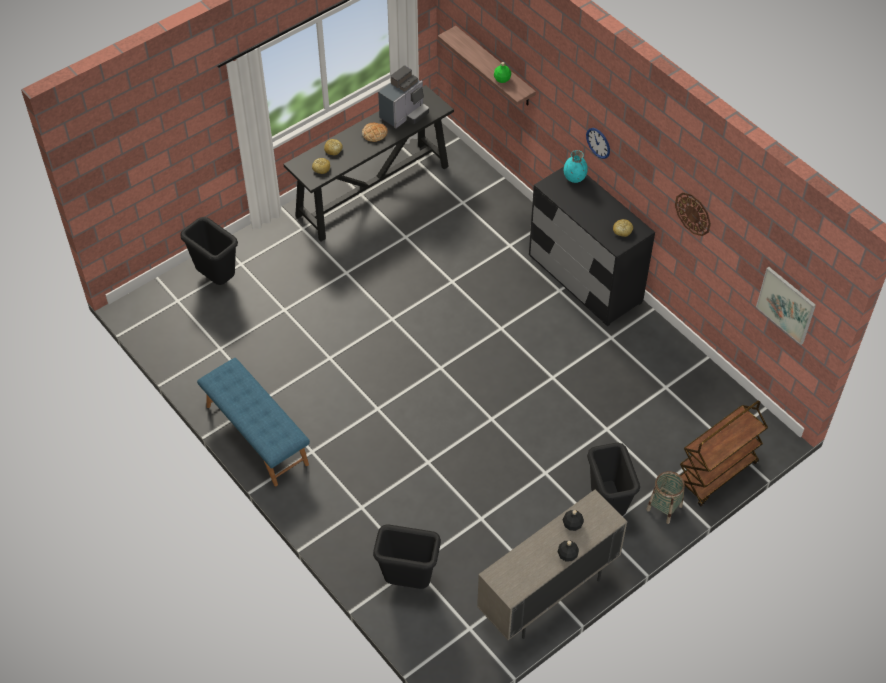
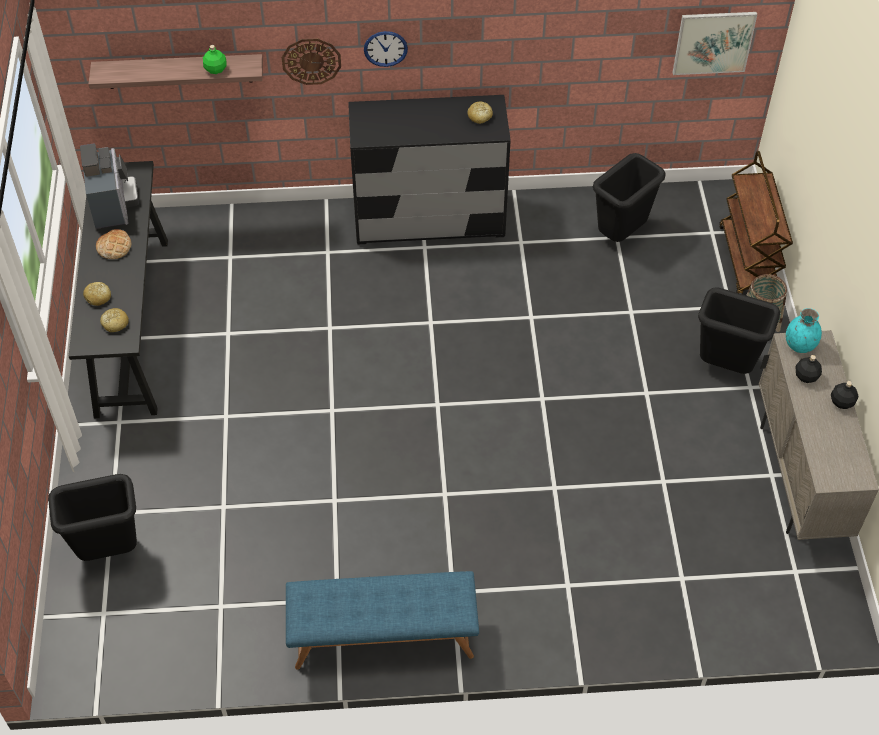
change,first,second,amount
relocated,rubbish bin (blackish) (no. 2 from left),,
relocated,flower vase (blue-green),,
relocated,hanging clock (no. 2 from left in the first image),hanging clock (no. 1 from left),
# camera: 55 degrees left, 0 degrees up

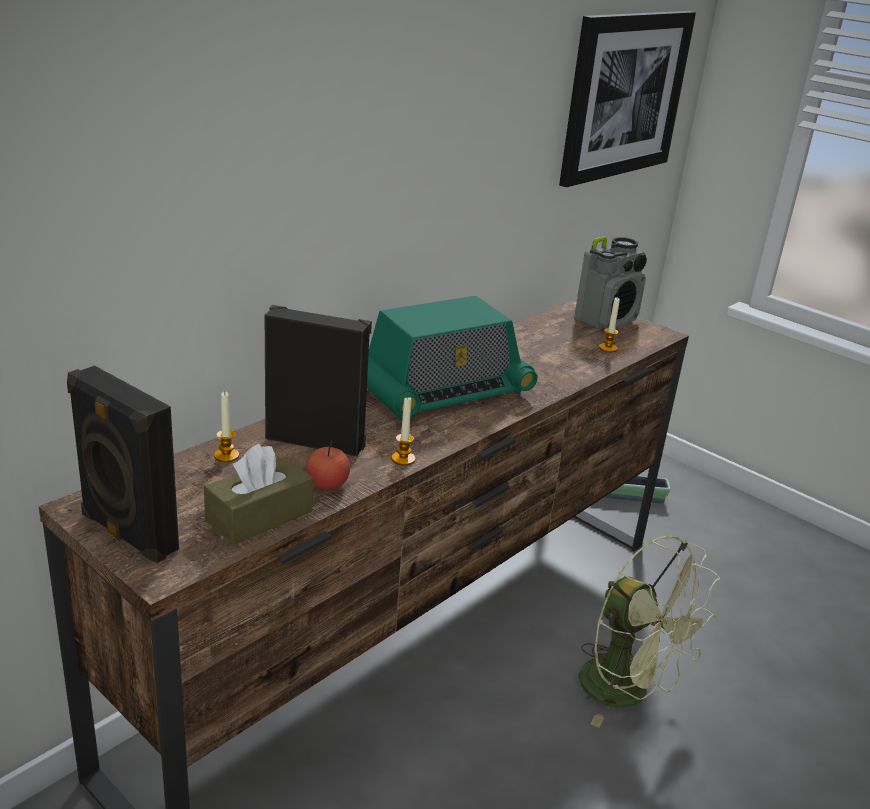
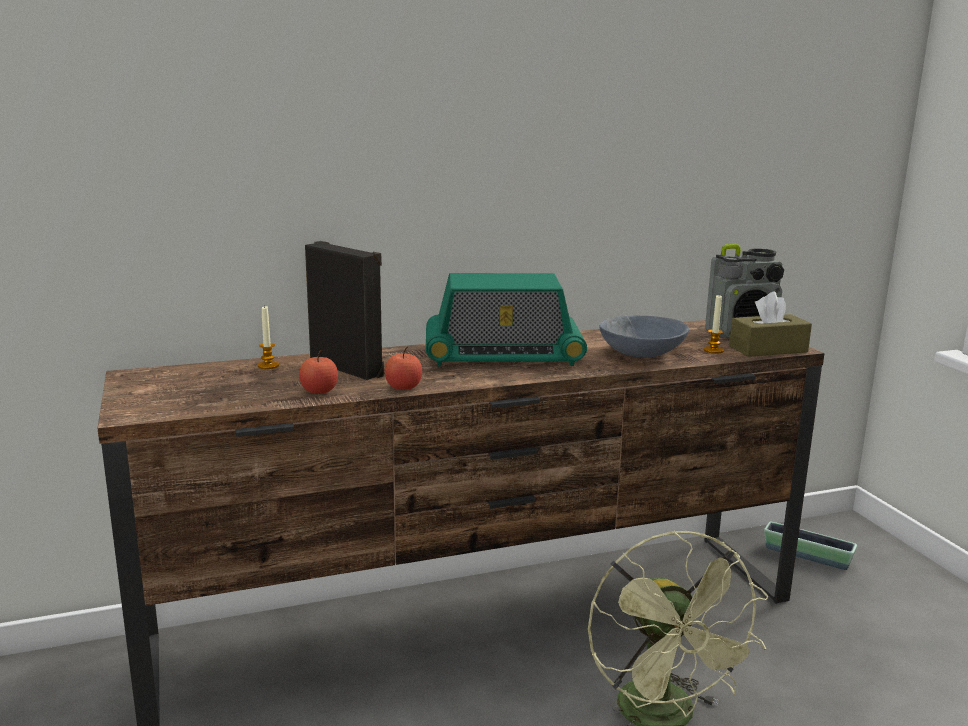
change,first,second,amount
missing,audio speaker (blackish) (no. 1 from left),,
relocated,box of tissues (brown),,
exchanged,candle (no. 2 from left),whole apple (no. 2 from left),
missing,picture,,
appeared,,bowl (gray),
# camera: 30 degrees right, 10 degrees down

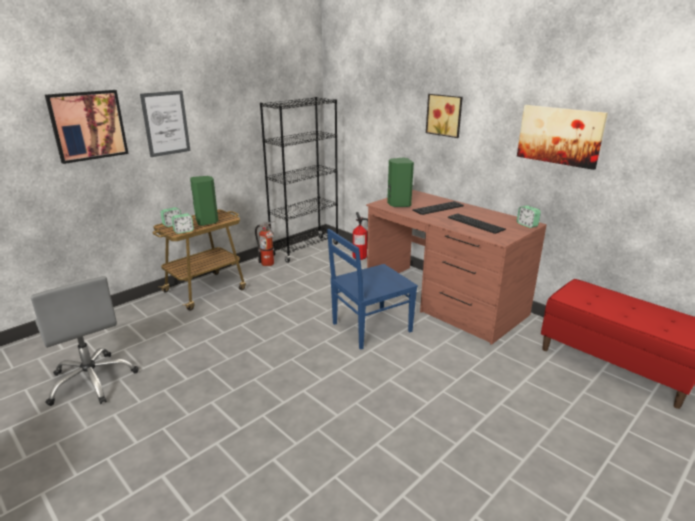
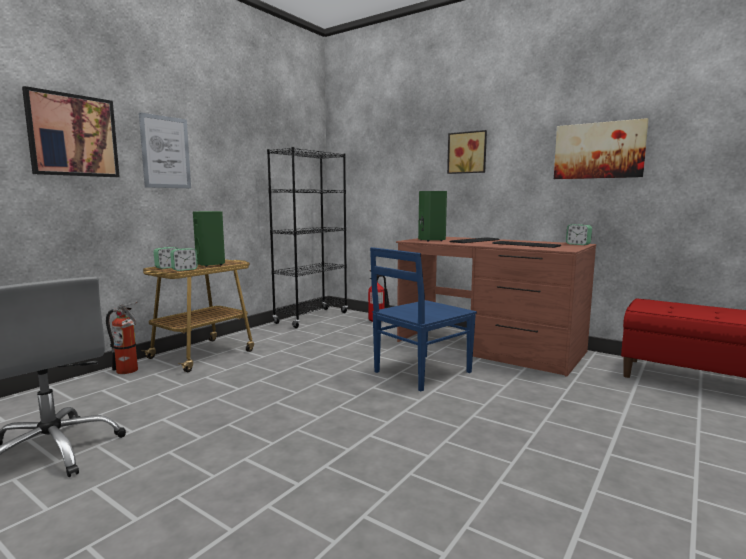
change,first,second,amount
relocated,extinguisher (no. 1 from left),,
# camera: 10 degrees left, 15 degrees down

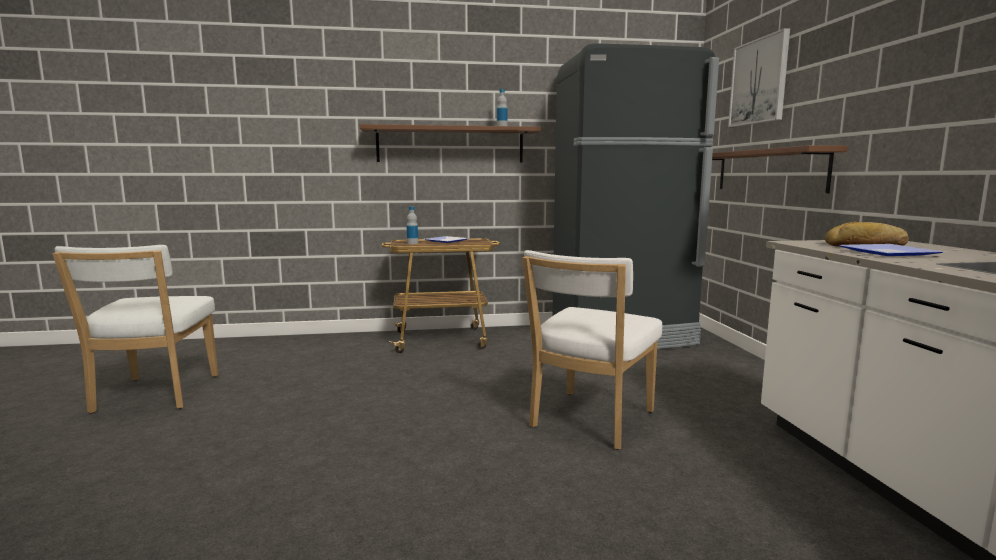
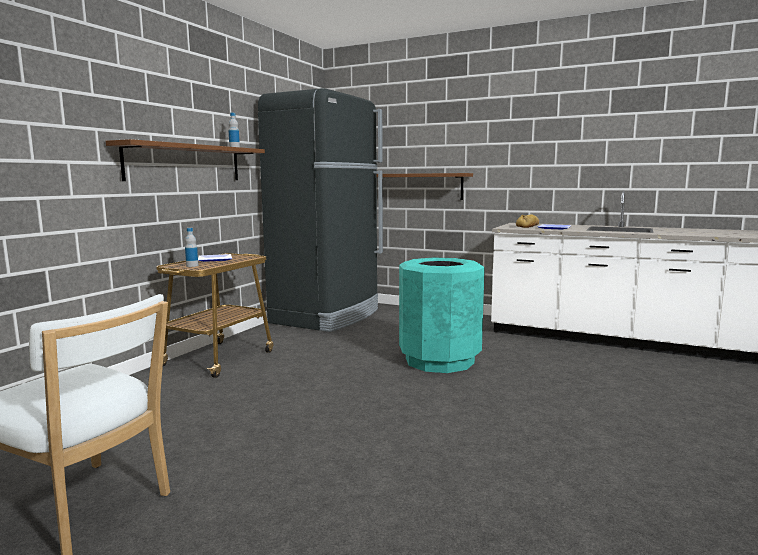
change,first,second,amount
exchanged,upright chair (whitish) (no. 2 from left),rubbish bin (blue-green),
missing,picture,,
# camera: 55 degrees left, 0 degrees up

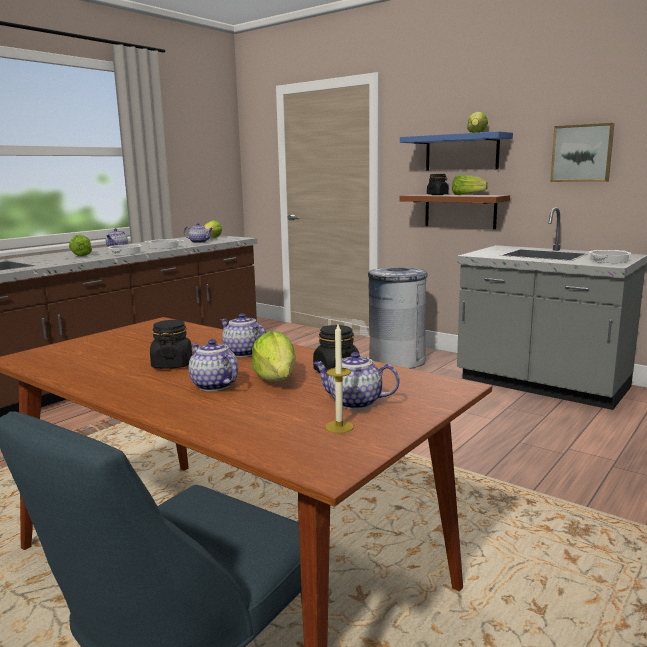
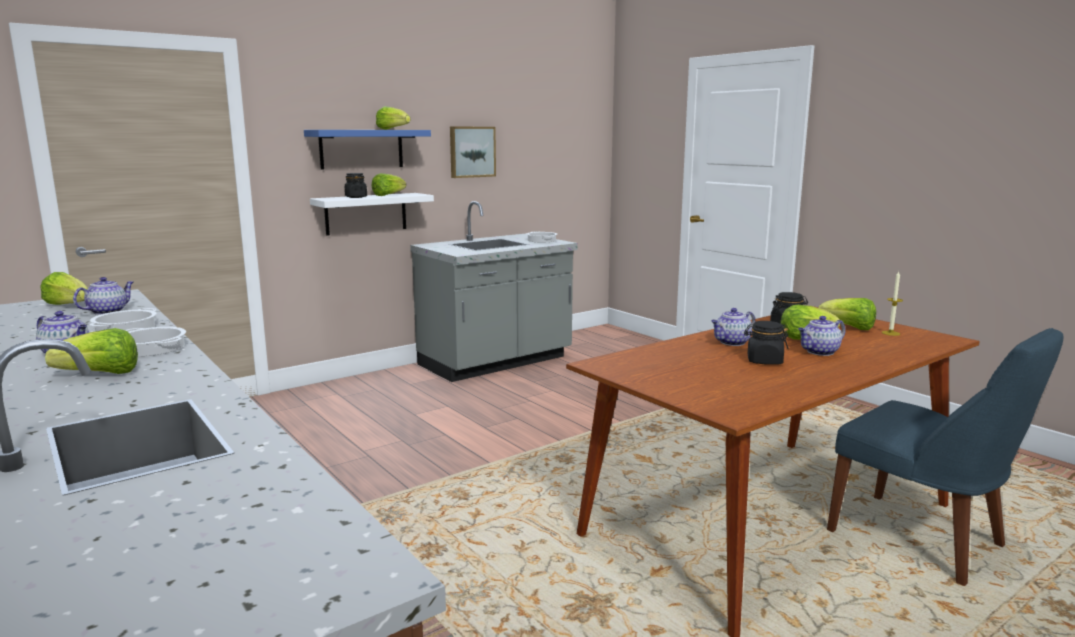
change,first,second,amount
exchanged,pot for tea (no. 5 from left),head of lettuce (no. 6 from left),
missing,rubbish bin (gray),,
colour,wall shelf (brown),wall shelf (whitish),
# camera: 75 degrees left, 0 degrees up

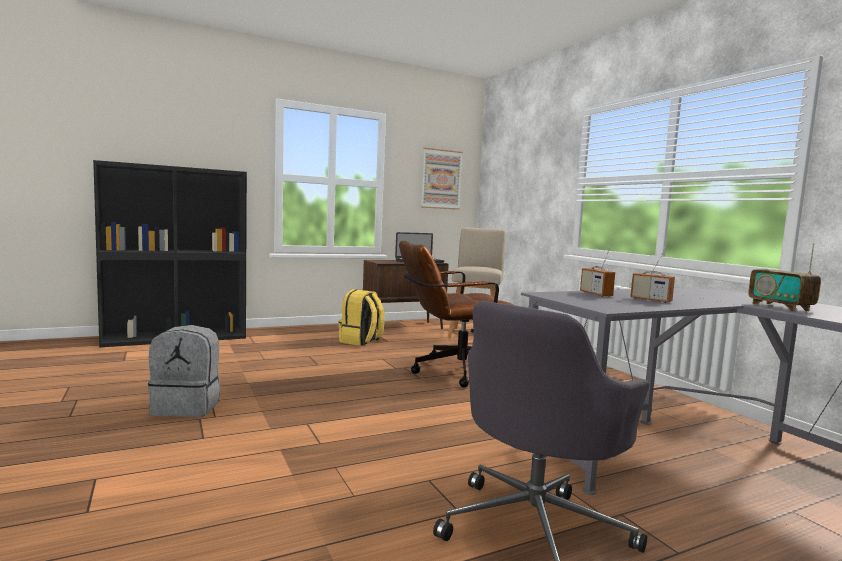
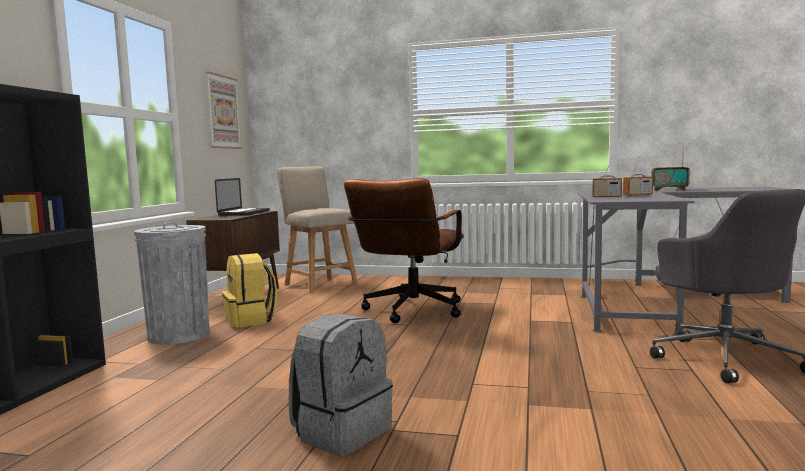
change,first,second,amount
appeared,,rubbish bin (gray),
# camera: 50 degrees left, 0 degrees up

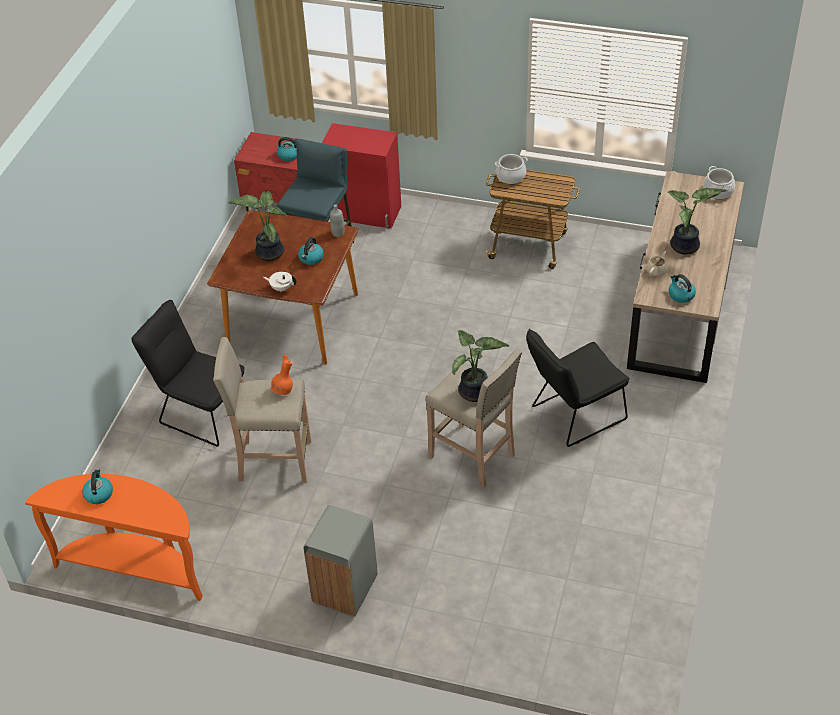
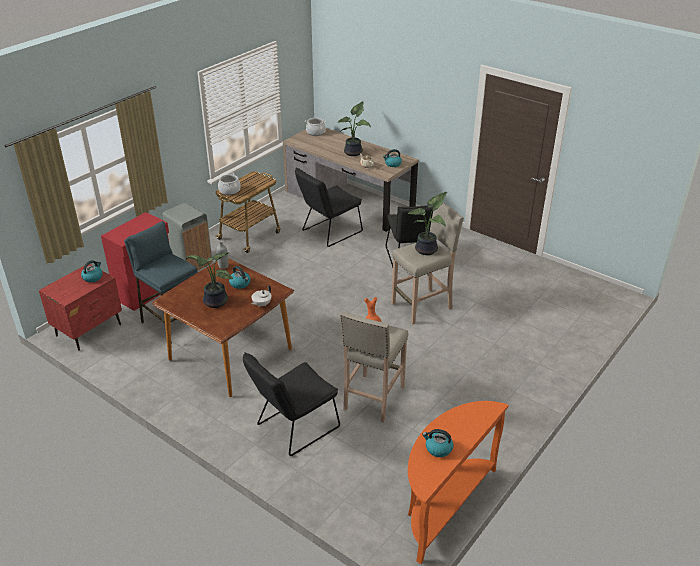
change,first,second,amount
relocated,rubbish bin (gray),,
appeared,,upright chair (blackish) (no. 2 from left),
# camera: 70 degrees left, 10 degrees down

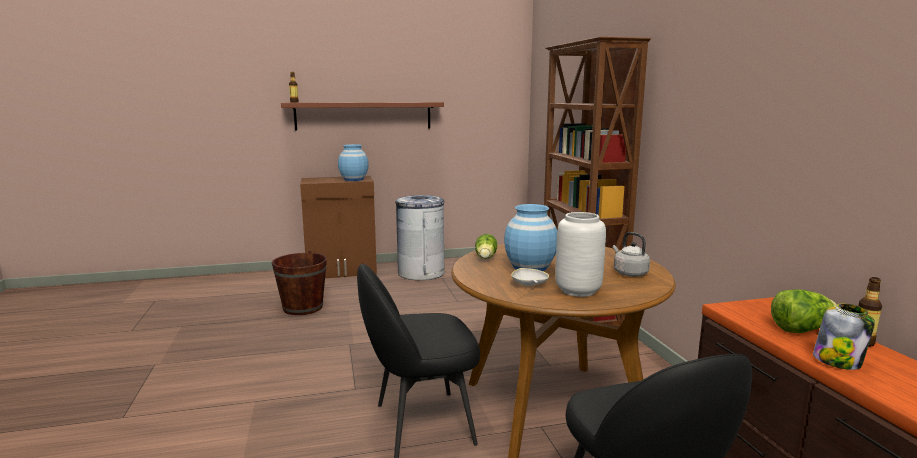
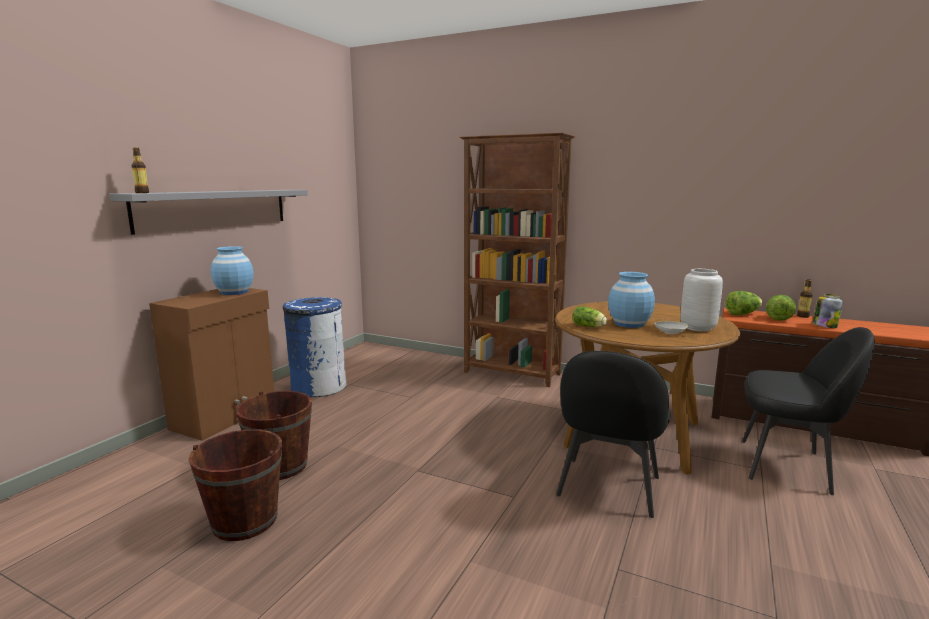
change,first,second,amount
colour,wall shelf (brown),wall shelf (gray),
colour,rubbish bin (gray),rubbish bin (bluish),
missing,kettle (gray),,
appeared,,pail (brown) (no. 1 from left),
appeared,,head of lettuce (no. 2 from left),
# camera: 50 degrees left, 0 degrees up

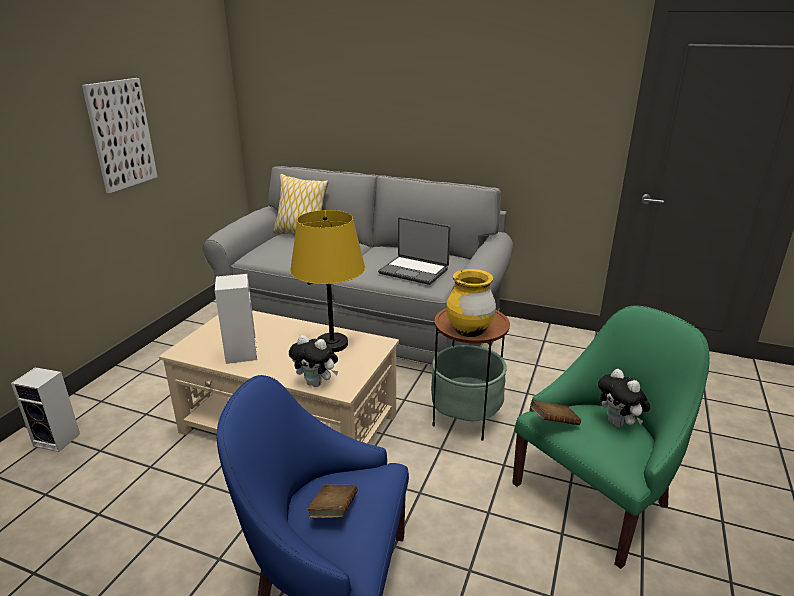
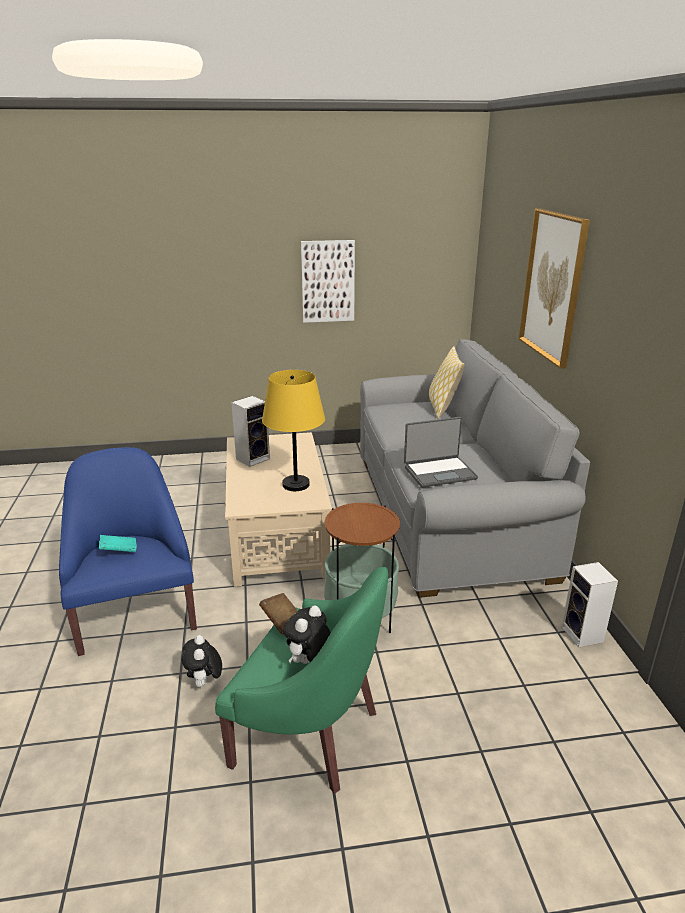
change,first,second,amount
relocated,audio speaker (no. 1 from left in the first image),audio speaker (no. 2 from left),
relocated,cuddly toy (no. 1 from left),,
colour,book (brown) (no. 1 from left),book (blue-green),
spun,portable computer,,105 degrees counterclockwise
missing,flower vase (yellowish),,
appeared,,picture (no. 2 from left),
# camera: 60 degrees right, 0 degrees up

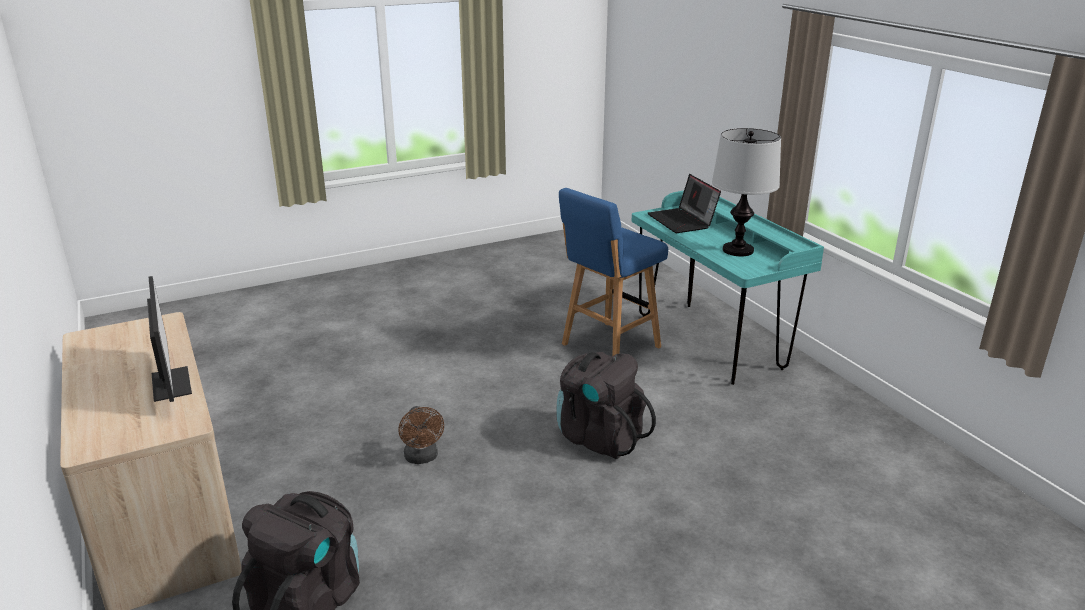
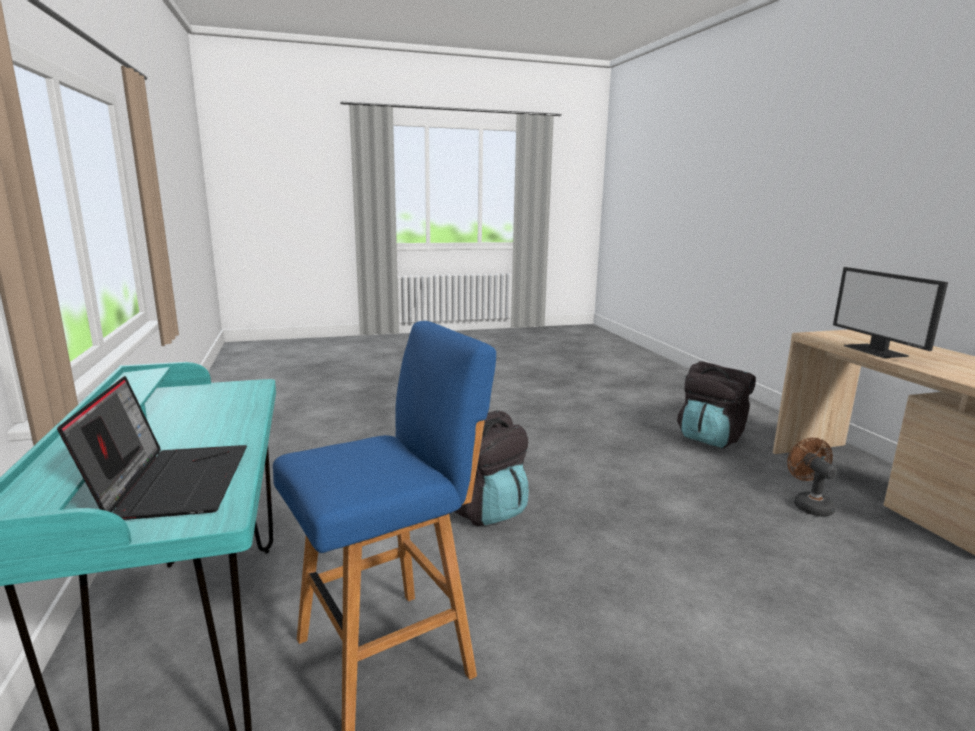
change,first,second,amount
relocated,electric fan (brown),,
missing,tabletop lamp,,
# camera: 170 degrees left, 10 degrees down

